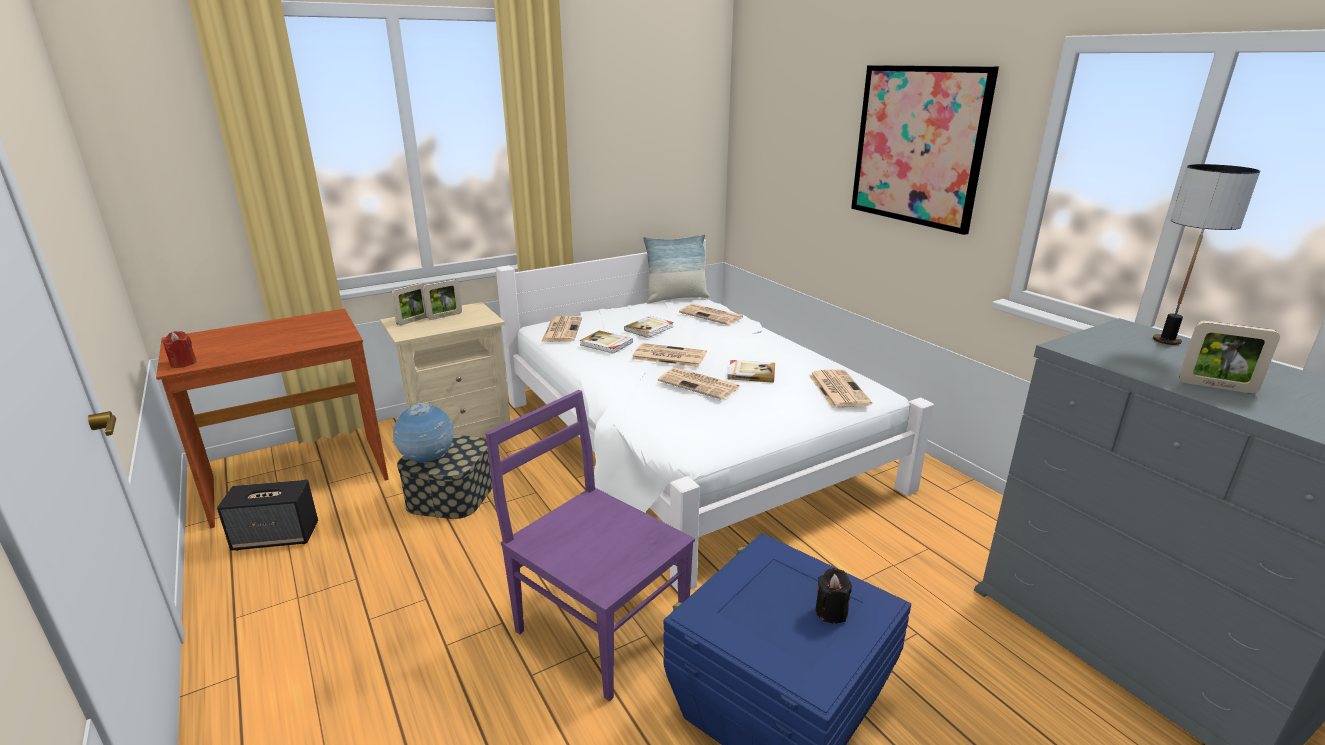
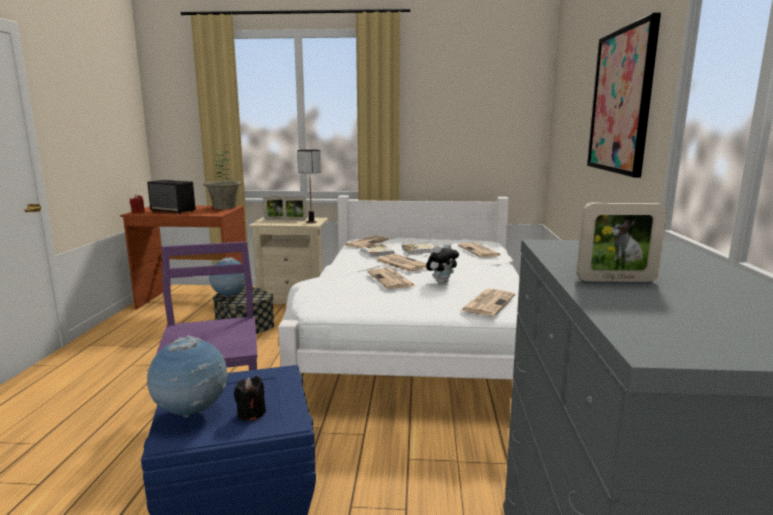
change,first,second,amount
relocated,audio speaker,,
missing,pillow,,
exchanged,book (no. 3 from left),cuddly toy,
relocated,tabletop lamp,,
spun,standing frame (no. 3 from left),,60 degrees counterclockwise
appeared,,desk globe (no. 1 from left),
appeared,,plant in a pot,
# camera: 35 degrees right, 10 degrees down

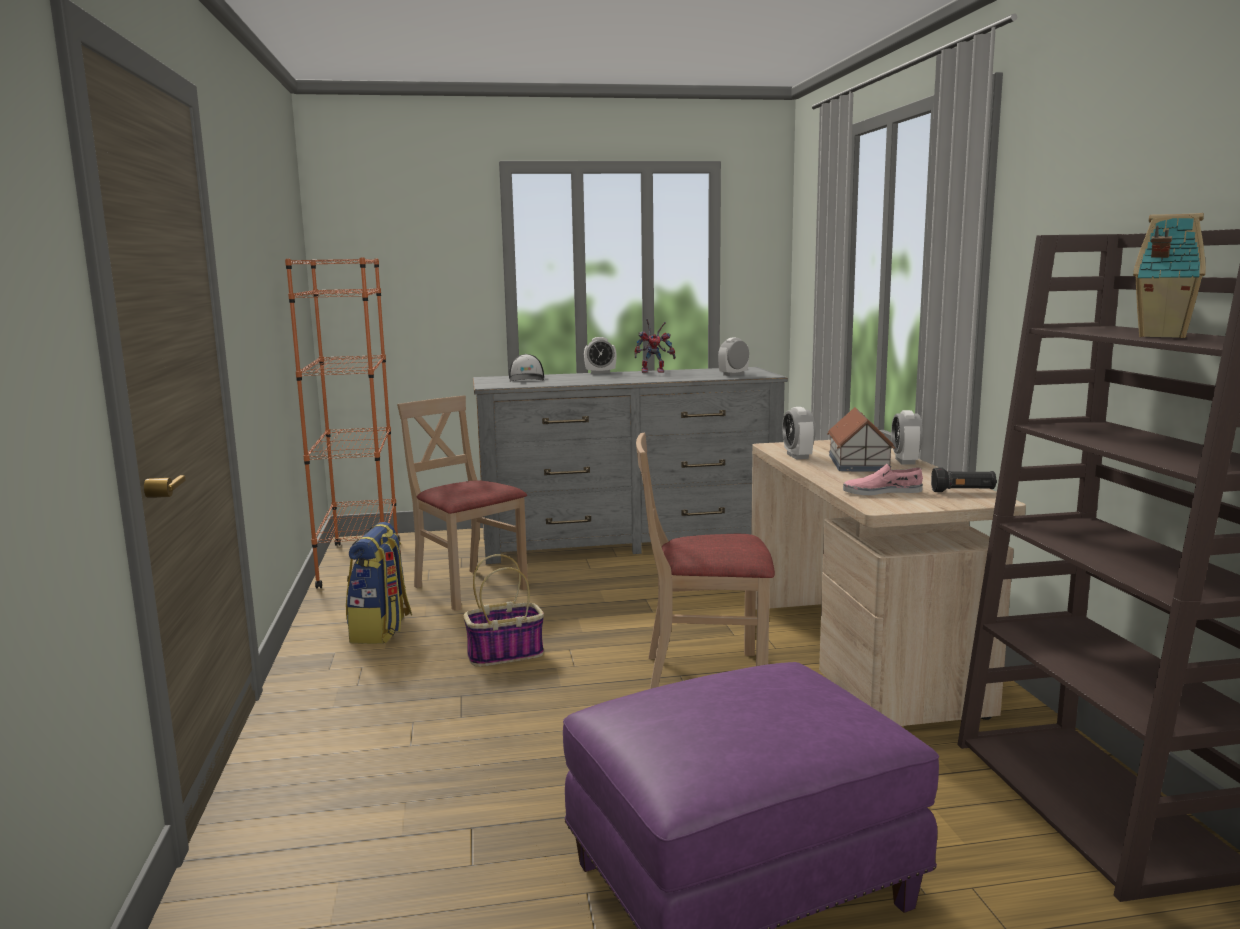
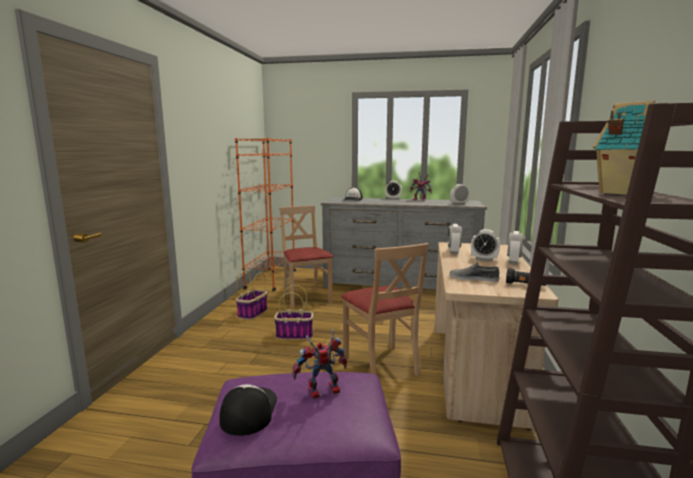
change,first,second,amount
exchanged,backpack,basket (no. 1 from left),
spun,upright chair (sand-coloured) (no. 2 from left),,135 degrees counterclockwise
exchanged,toy house (no. 1 from left),table clock (no. 4 from left),
colour,item of footwear (pink),item of footwear (gray),
appeared,,cap (no. 1 from left),
appeared,,toy robot (no. 1 from left),
# camera: 20 degrees right, 0 degrees up

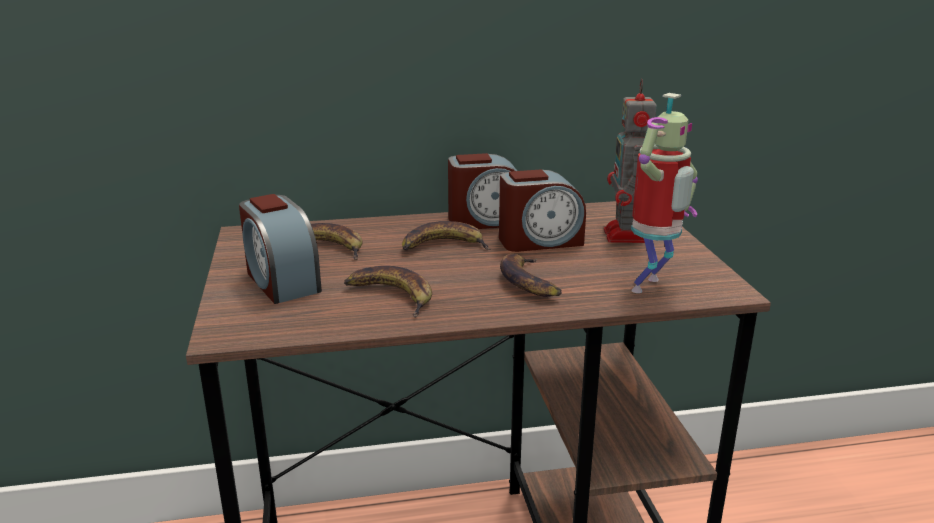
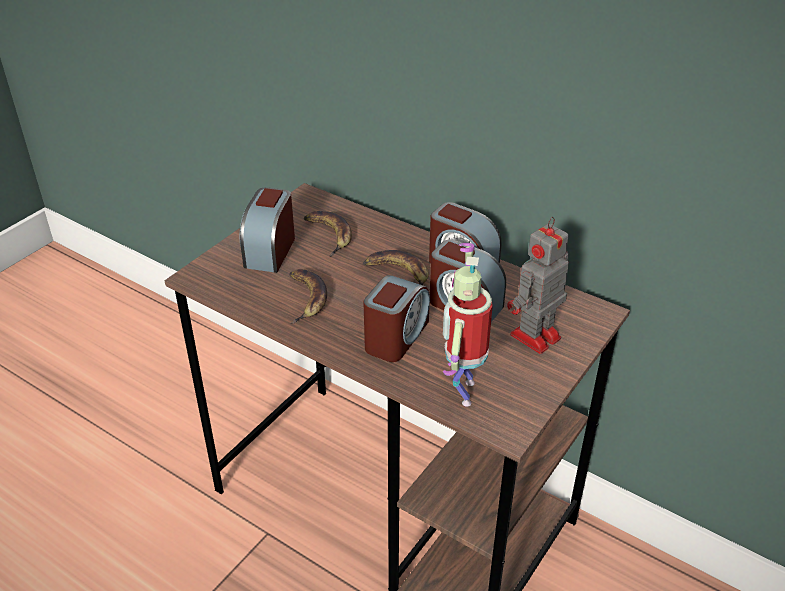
change,first,second,amount
exchanged,whole banana (no. 4 from left),table clock (no. 2 from left),
spun,toy robot (no. 2 from left in the first image),toy robot (no. 1 from left),105 degrees clockwise
# camera: 45 degrees right, 15 degrees up

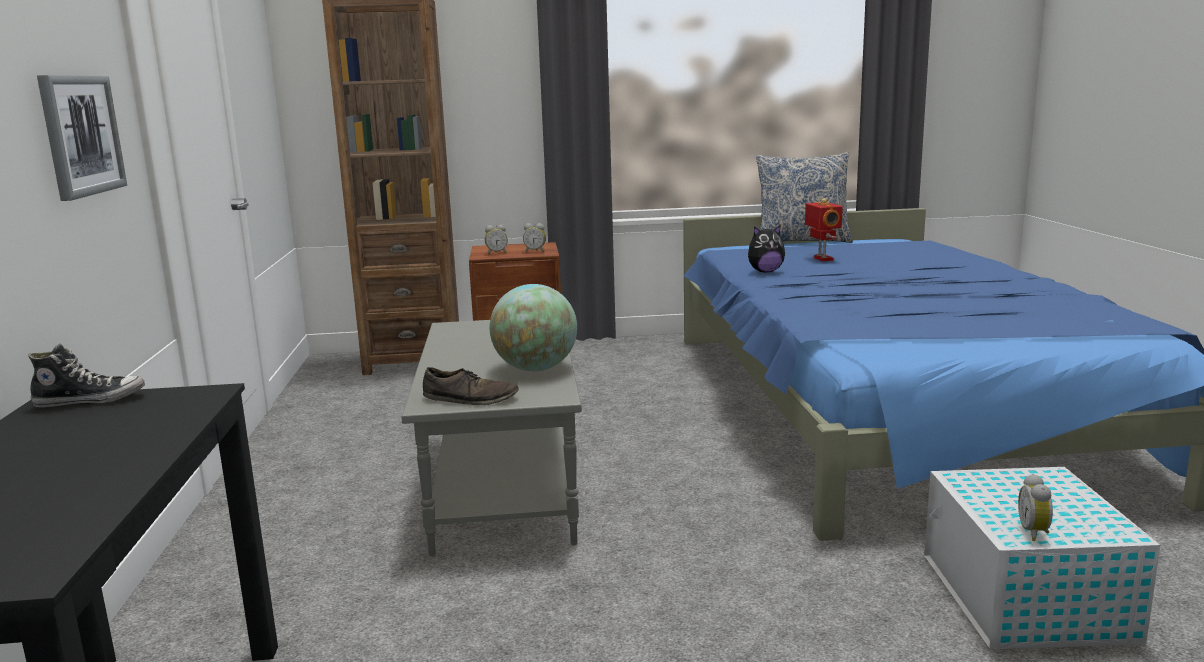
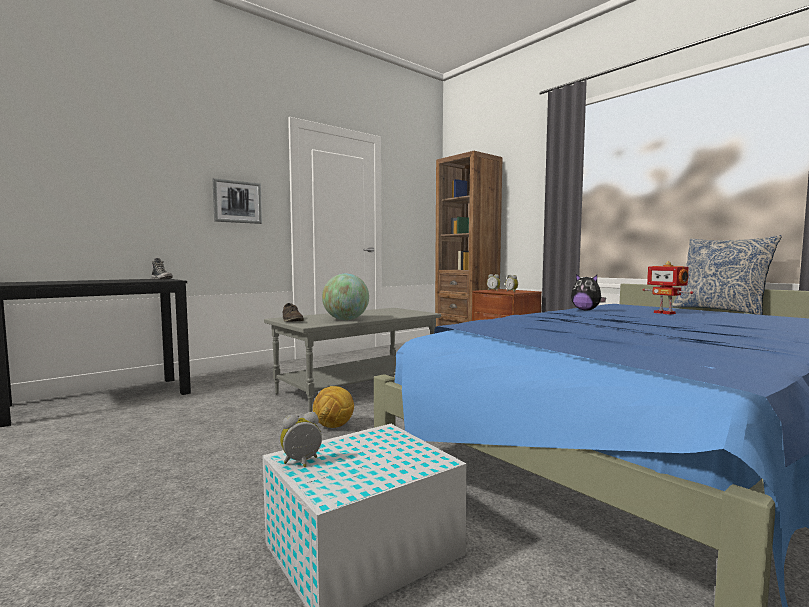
change,first,second,amount
spun,toy robot,,105 degrees clockwise
appeared,,football,
# camera: 55 degrees right, 10 degrees down

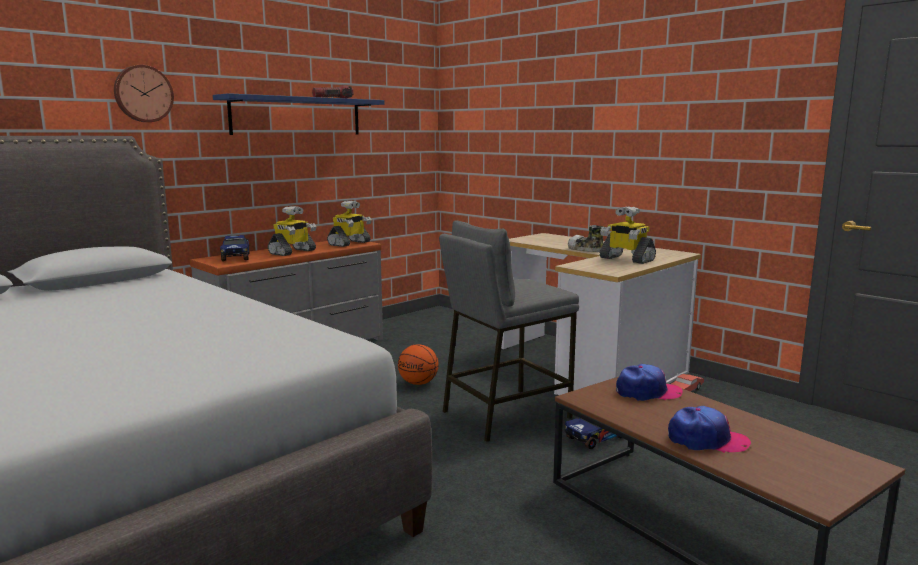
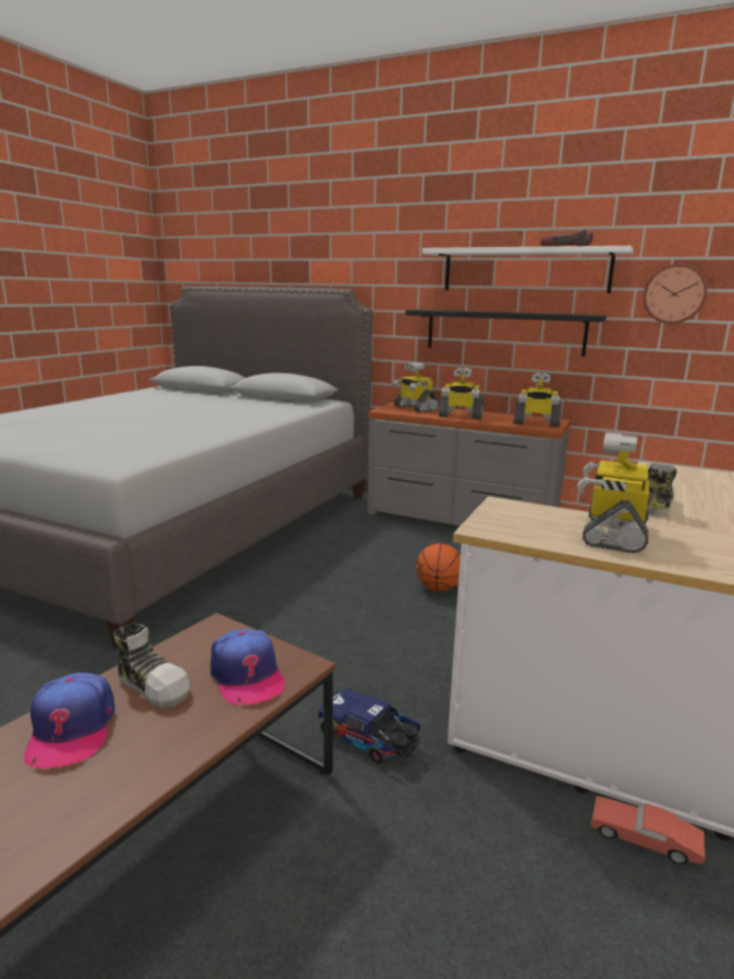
change,first,second,amount
relocated,hanging clock,,
colour,wall shelf (bluish),wall shelf (whitish),
exchanged,toy lorry (no. 1 from left),toy robot (no. 1 from left),
missing,sitting stool (gray),,
appeared,,item of footwear (no. 1 from left),
appeared,,wall shelf (blackish),
# camera: 70 degrees right, 5 degrees up

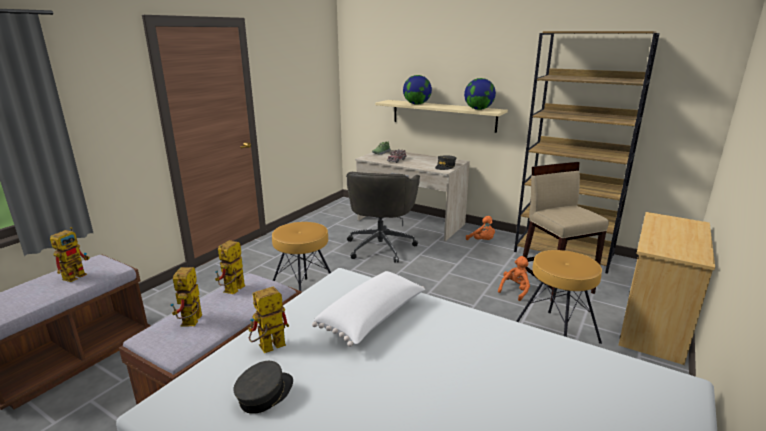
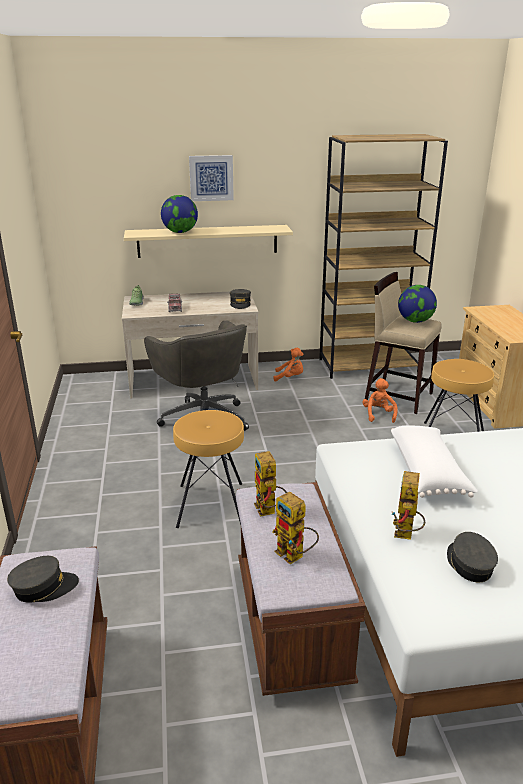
change,first,second,amount
exchanged,toy robot (no. 1 from left),cap (gray) (no. 1 from left),
relocated,desk globe (no. 2 from left),,
appeared,,picture,
# camera: 40 degrees left, 5 degrees up

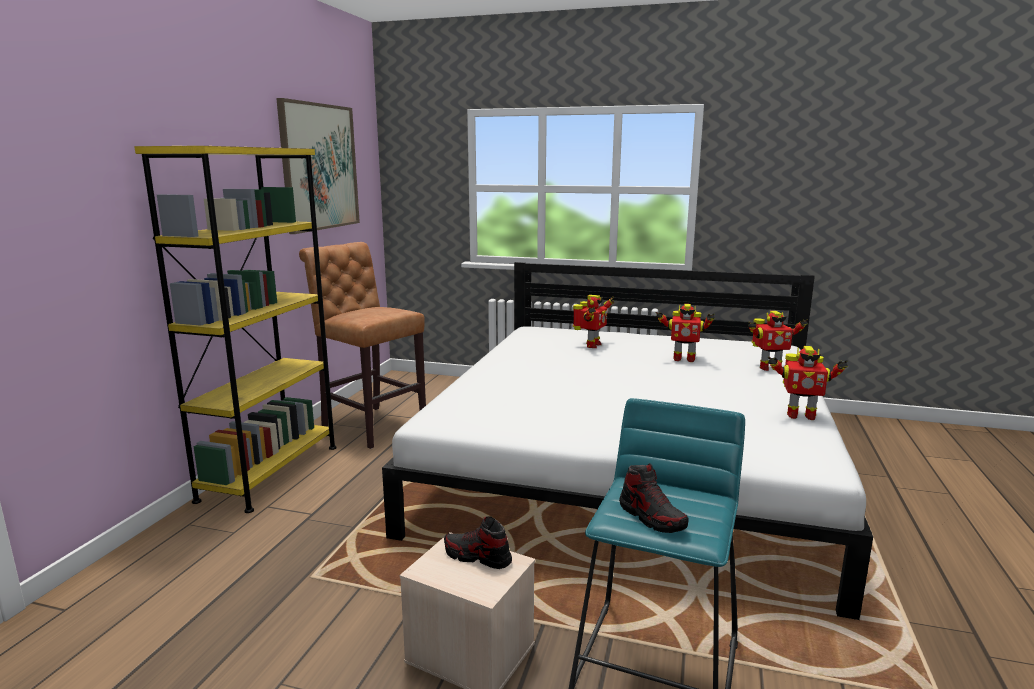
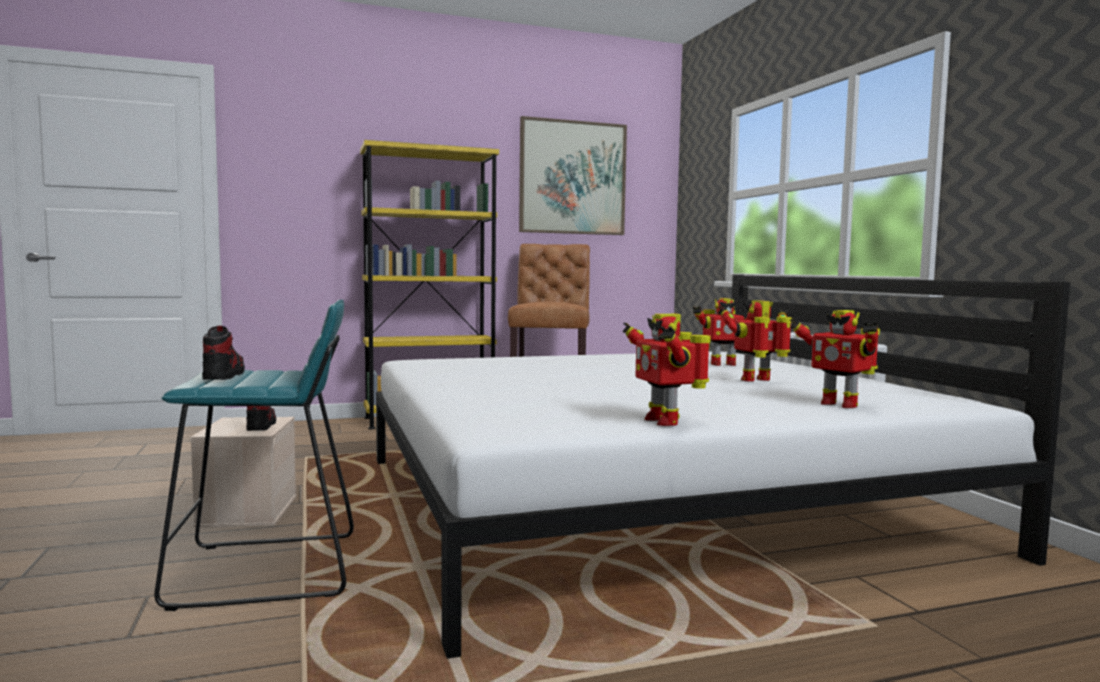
change,first,second,amount
spun,item of footwear (no. 2 from left in the first image),item of footwear (no. 1 from left),150 degrees clockwise
spun,toy robot (no. 2 from left in the first image),toy robot (no. 3 from left),90 degrees clockwise
# camera: 55 degrees right, 10 degrees down

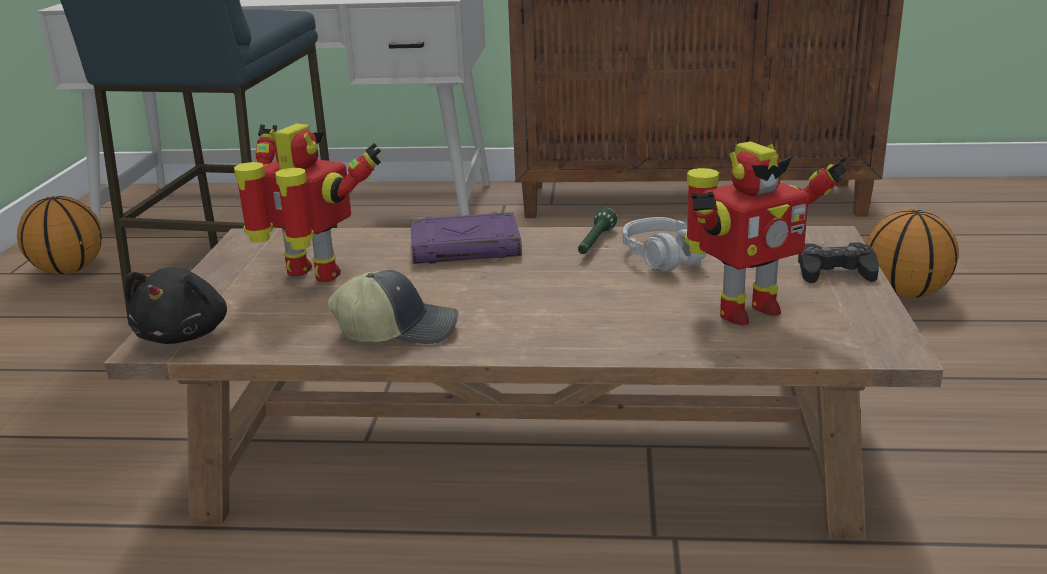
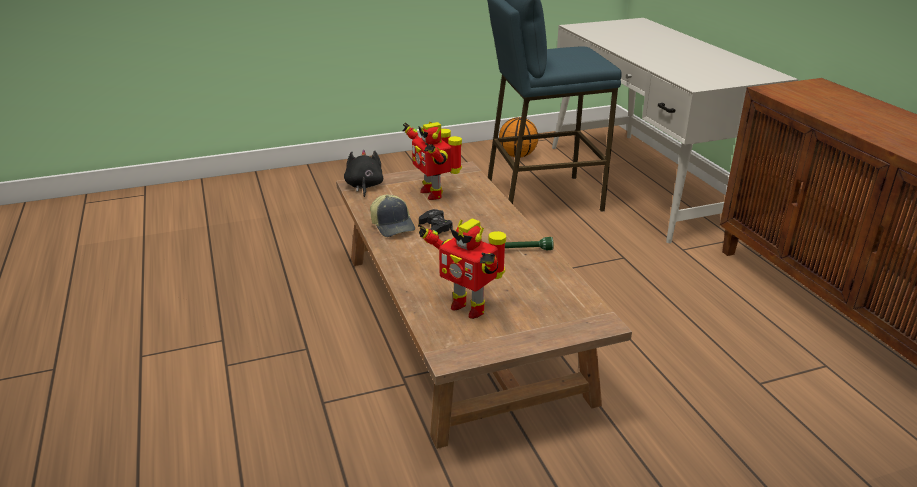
change,first,second,amount
spun,cuddly toy (blackish),,105 degrees clockwise
spun,toy robot (no. 1 from left),,150 degrees clockwise
missing,book (purplish),,
missing,pair of headphones (gray),,
relocated,game controller (blackish),,
missing,basketball ball (no. 2 from left),,
# camera: 65 degrees right, 5 degrees up

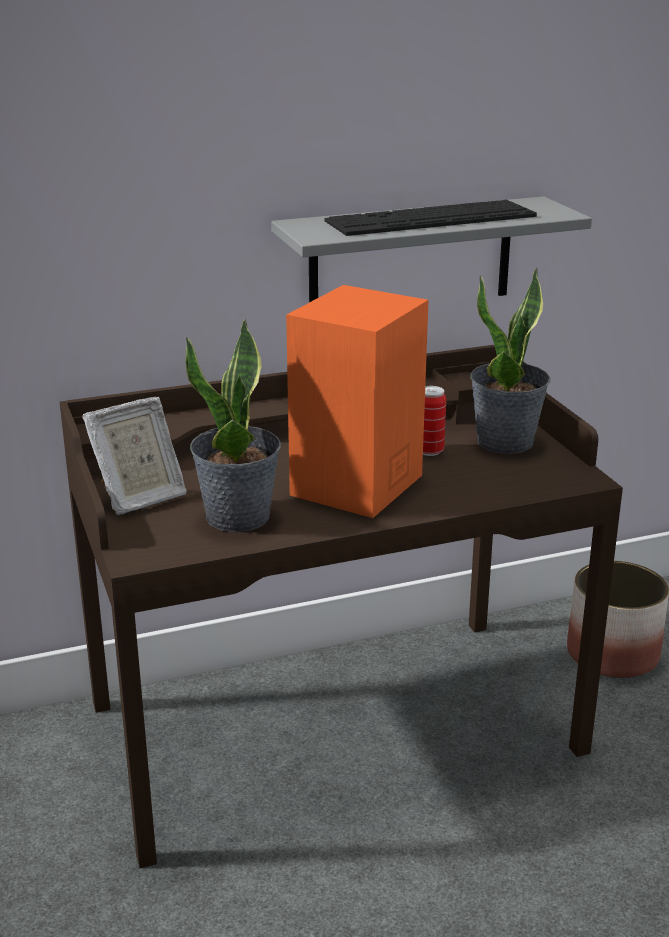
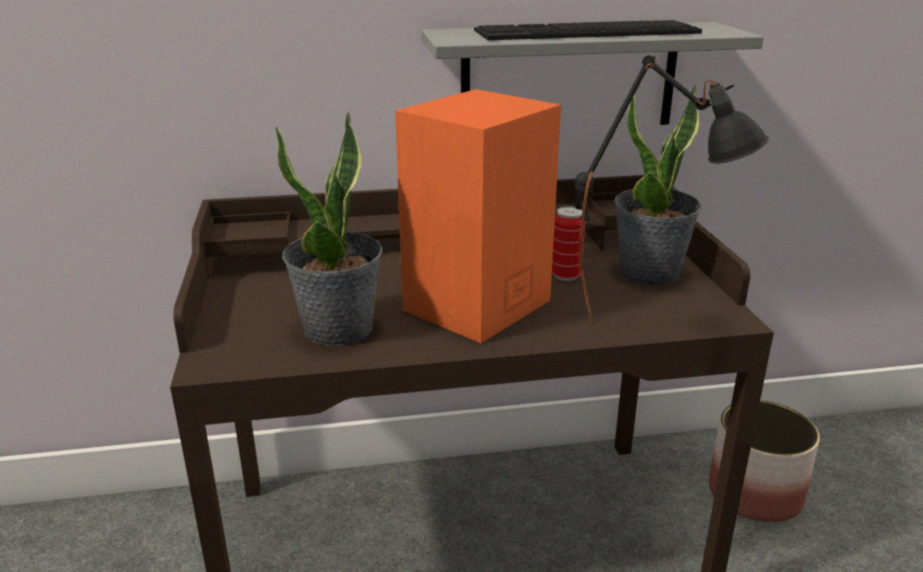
change,first,second,amount
missing,standing frame,,
appeared,,tabletop lamp (blackish),
# camera: 10 degrees right, 0 degrees up

